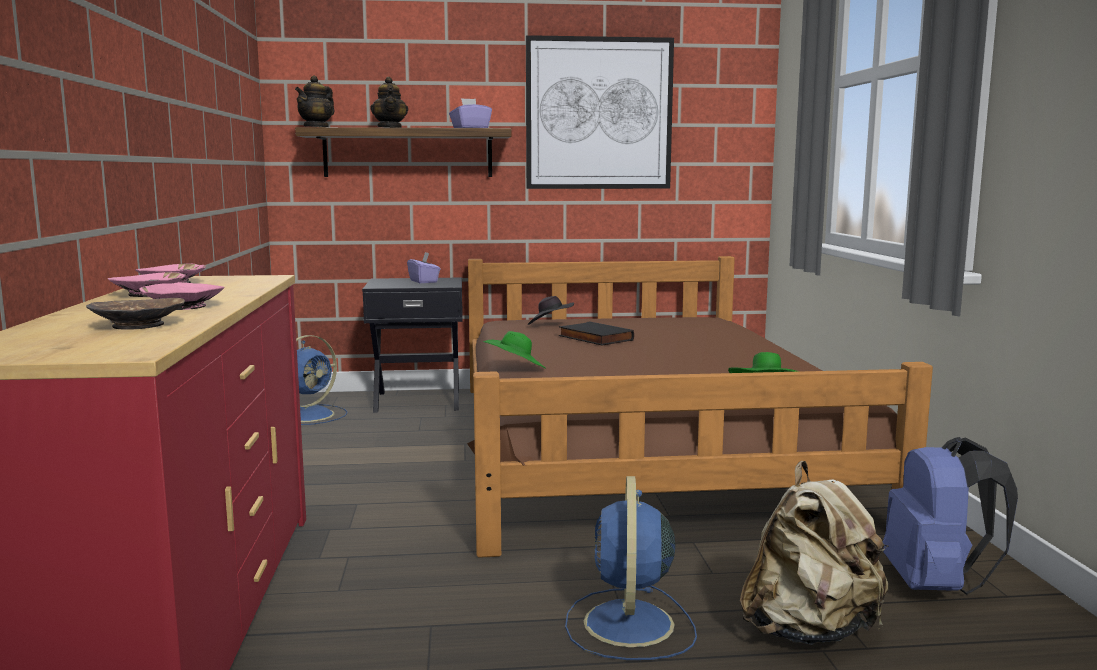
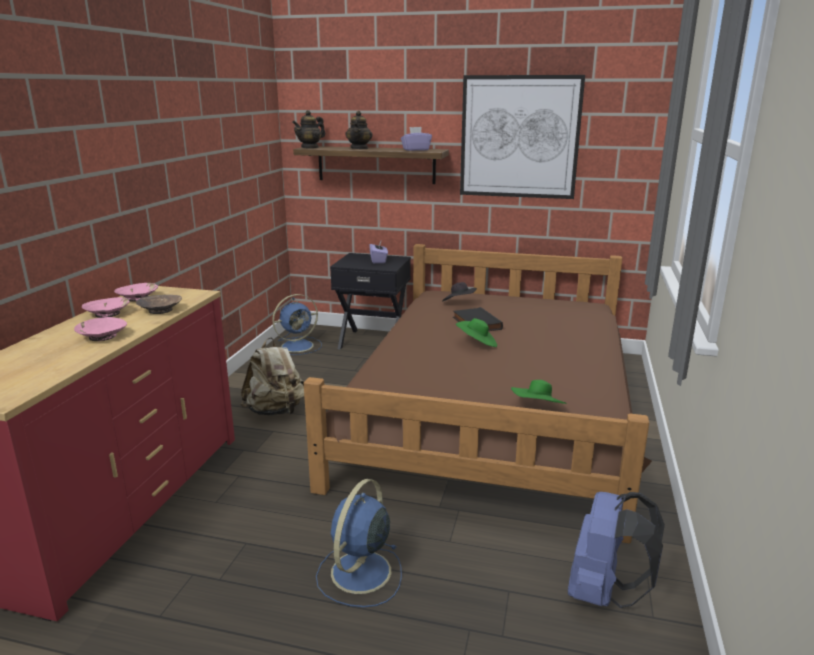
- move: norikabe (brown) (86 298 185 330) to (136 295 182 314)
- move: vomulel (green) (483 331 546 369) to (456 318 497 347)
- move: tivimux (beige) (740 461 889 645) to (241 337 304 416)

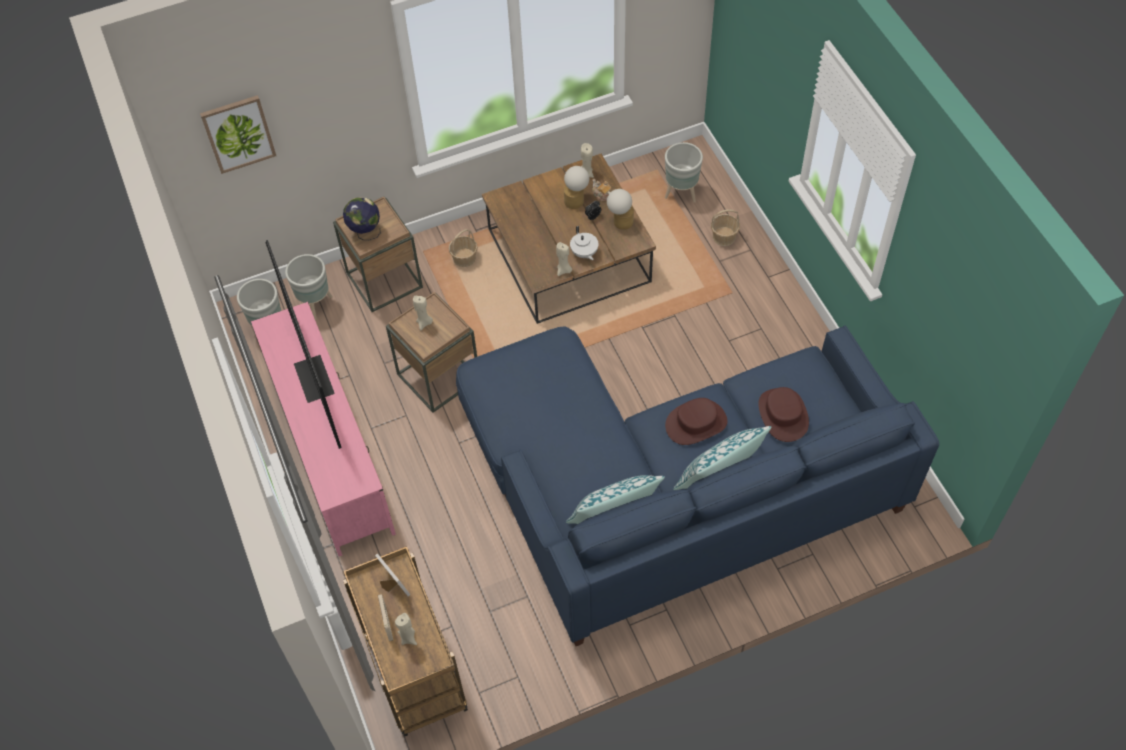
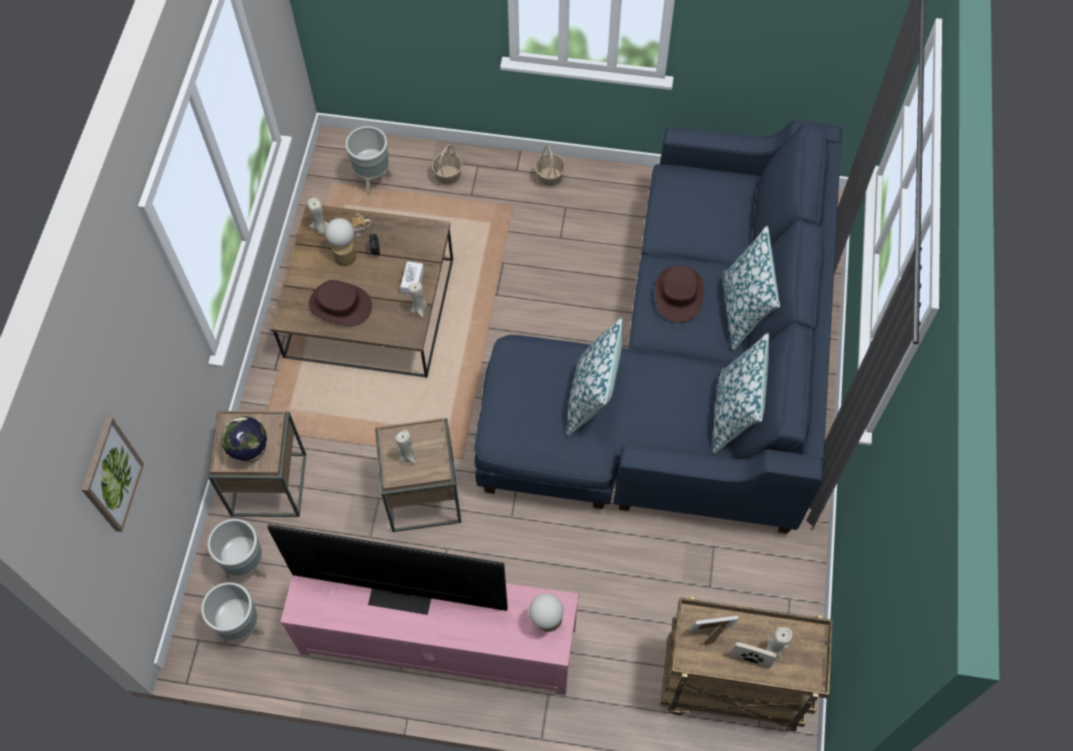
- move: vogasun (607 189 634 230) to (529 593 563 632)
- replace: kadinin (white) (570 226 598 260) to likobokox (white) (400 261 424 295)
- move: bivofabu (449 229 478 267) to (535 145 566 188)
- move: vomulel (brown) (758 387 809 442) to (309 280 372 326)
- insert: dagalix (567 317 623 436)

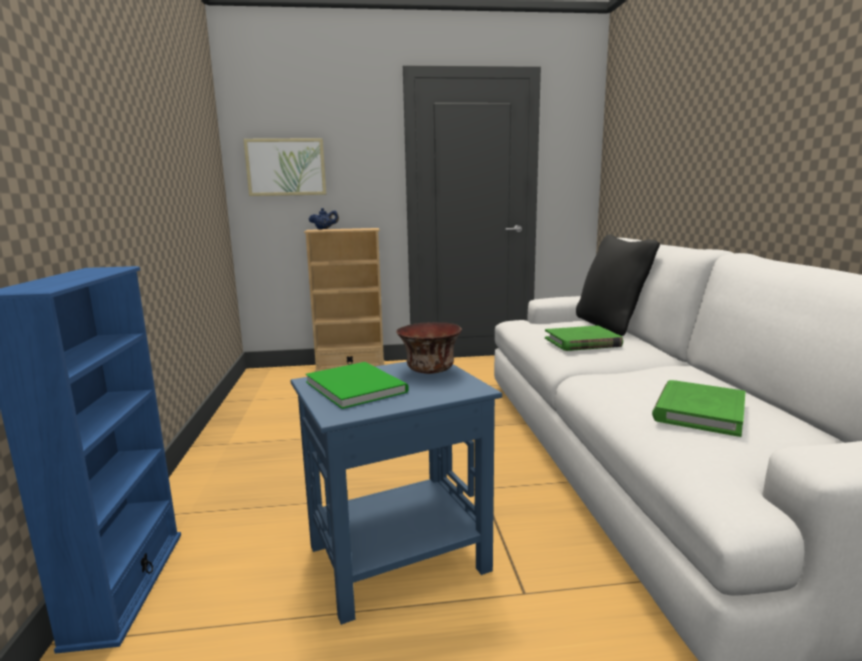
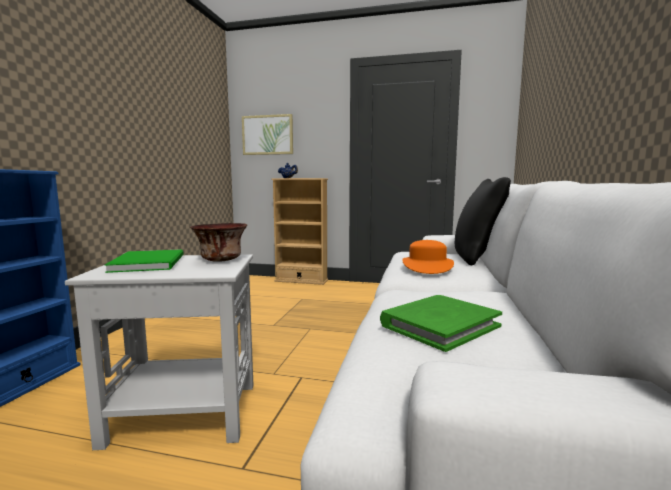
- replace: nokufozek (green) (545 326 623 351) to vomulel (orange) (402 240 454 274)
- recolor: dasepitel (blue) (291 362 502 625) to dasepitel (white) (65 254 253 450)

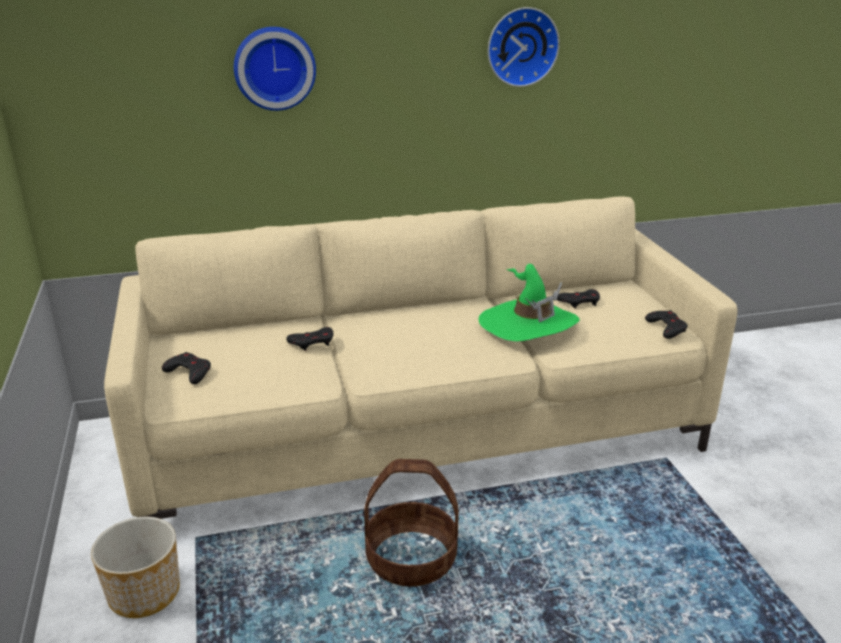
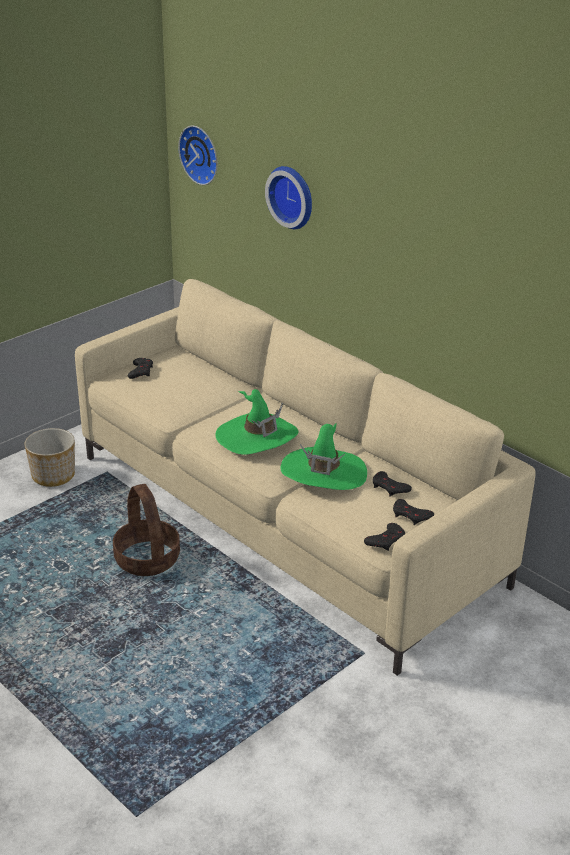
- move: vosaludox (488 7 560 87) to (178 126 217 185)
- move: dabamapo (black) (286 327 333 351) to (393 499 434 525)
- insert: vomulel (green) (215 389 298 455)

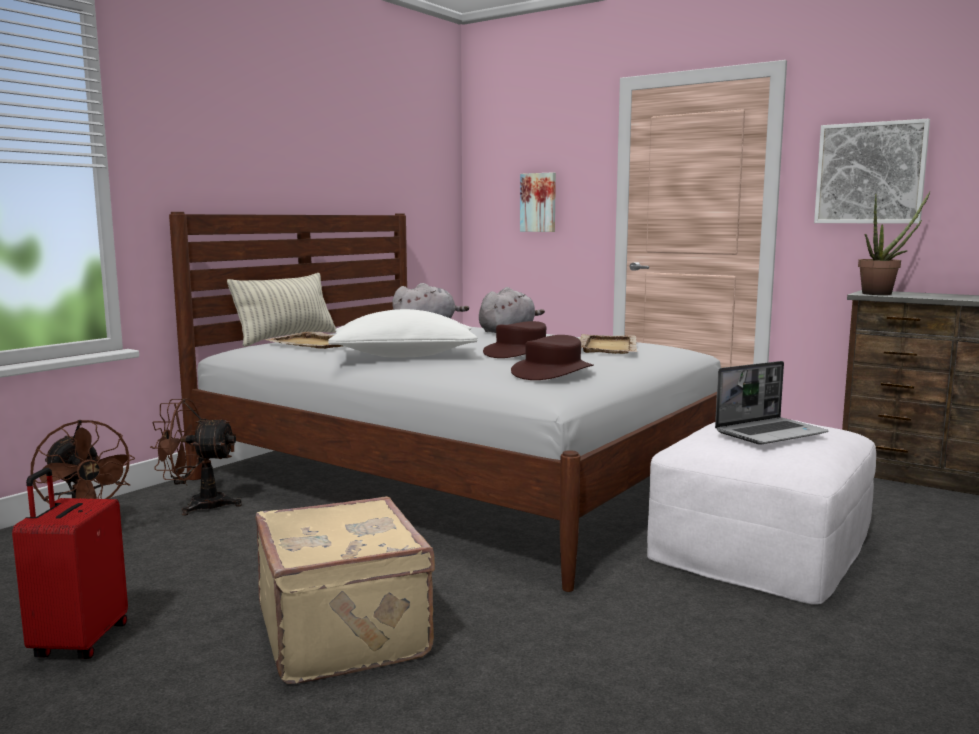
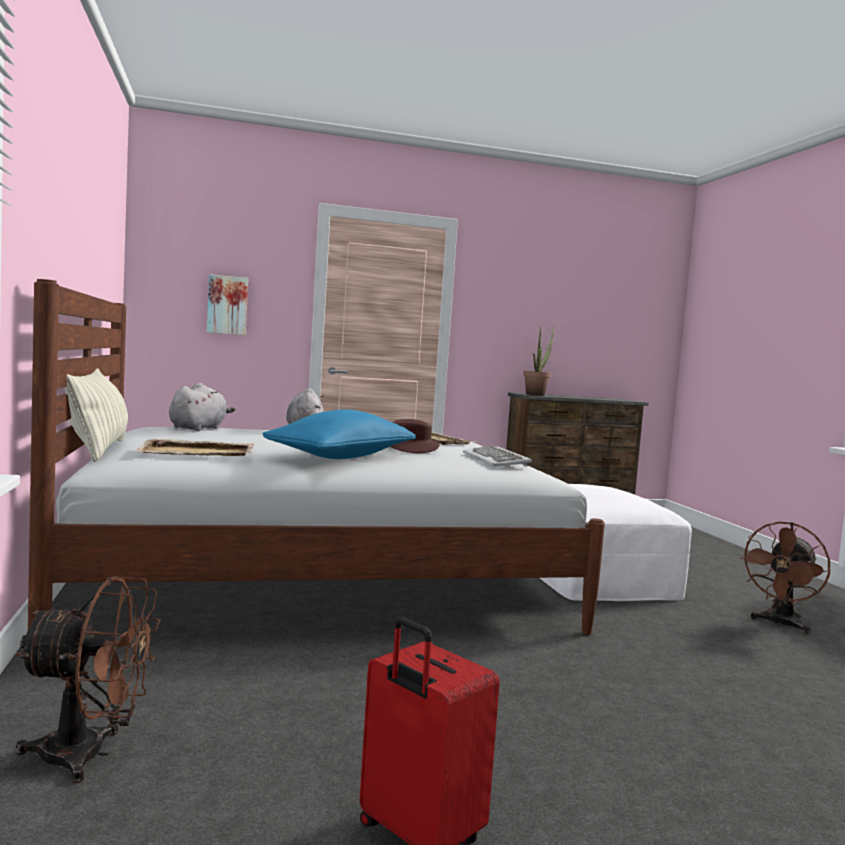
- delete: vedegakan (814 119 930 224)
- recolor: dagalix (white) (328 309 478 358) to dagalix (blue) (262 409 416 459)
- replace: vomulel (brown) (511 335 593 380) to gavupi (463 445 532 467)
- delete: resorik (715 361 829 445)
- move: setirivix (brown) (150 398 242 516) to (740 522 830 634)
- delete: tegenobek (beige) (255 496 435 684)

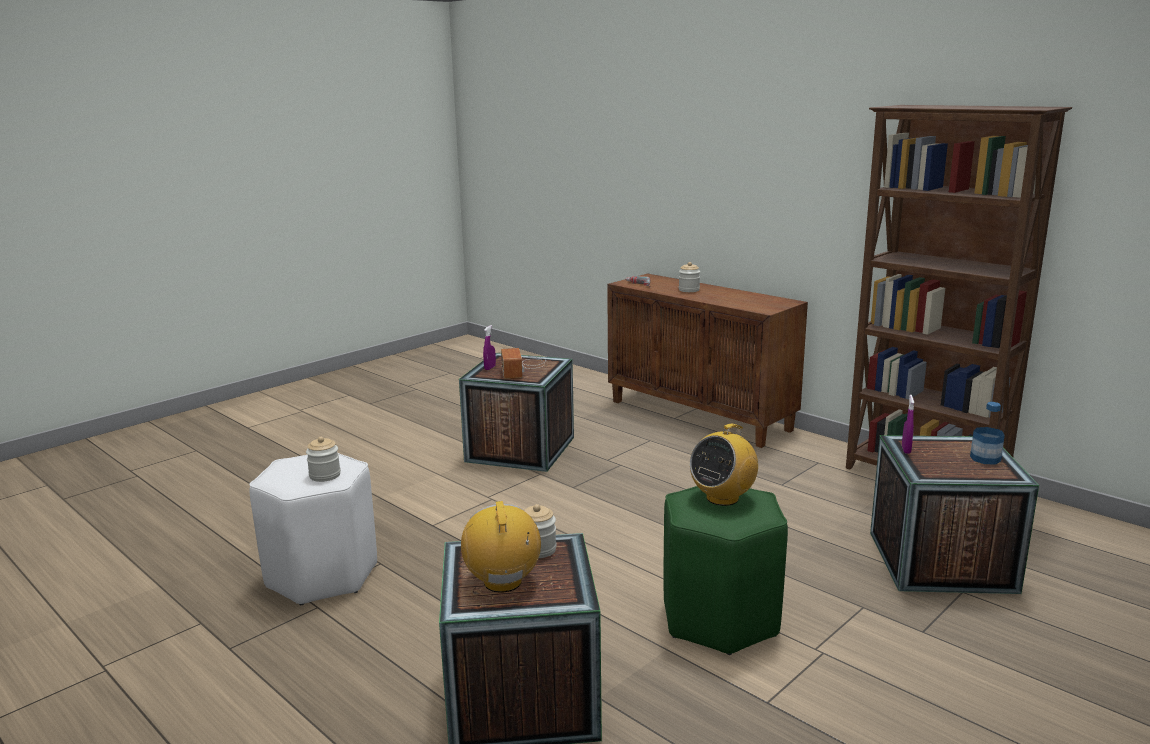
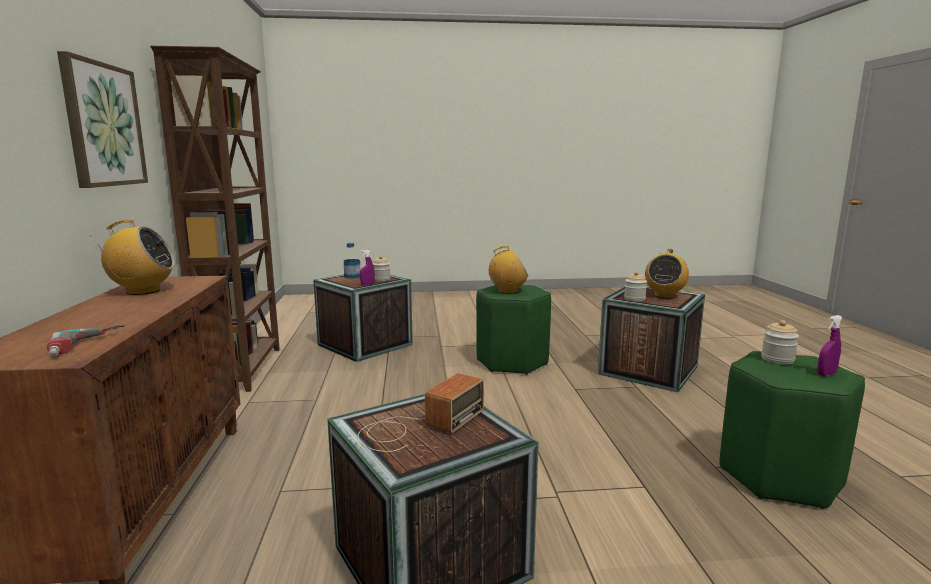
- move: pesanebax (679 262 700 292) to (373 256 391 281)
- move: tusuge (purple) (483 325 496 370) to (817 315 842 376)
- recolor: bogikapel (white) (249 452 377 605) to bogikapel (green) (719 351 865 509)
- insert: vedegakan (57 51 148 188)
- insert: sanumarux (91 220 175 295)

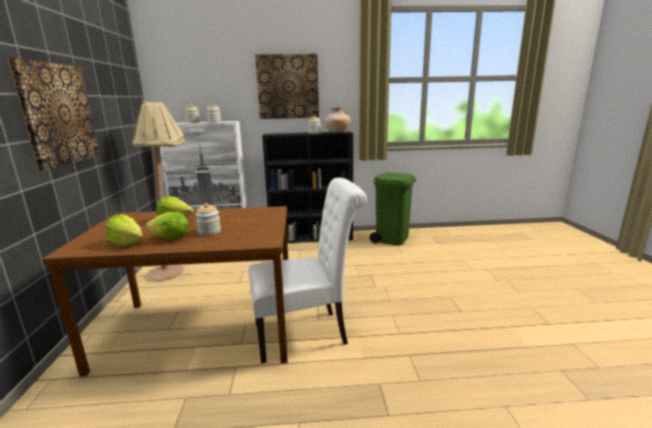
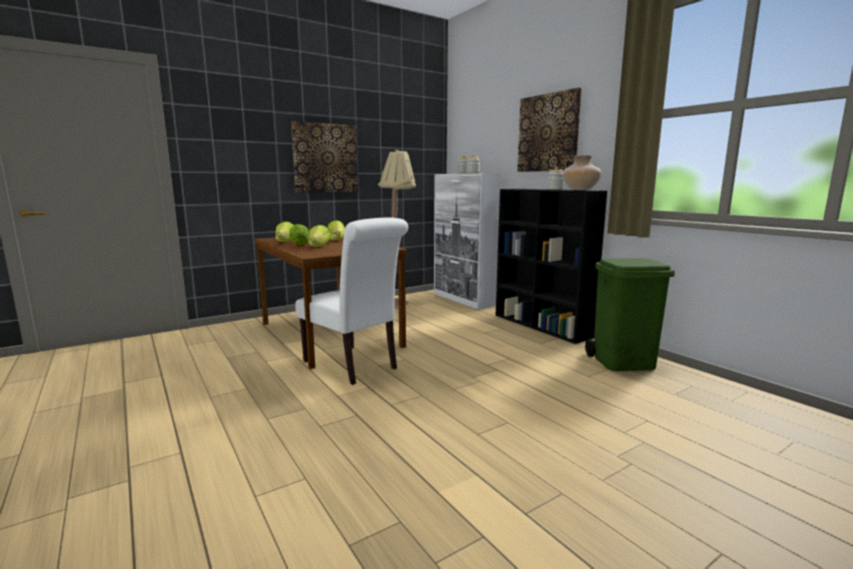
- replace: pesanebax (195 203 221 236) to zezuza (309 225 330 247)

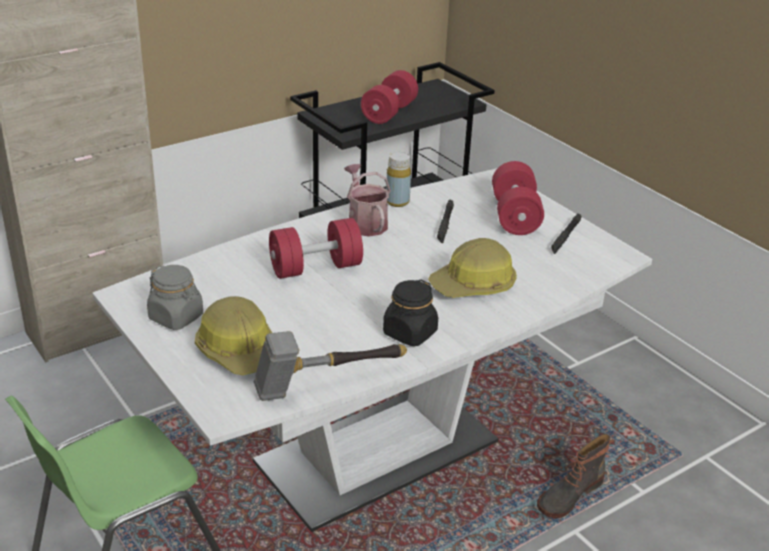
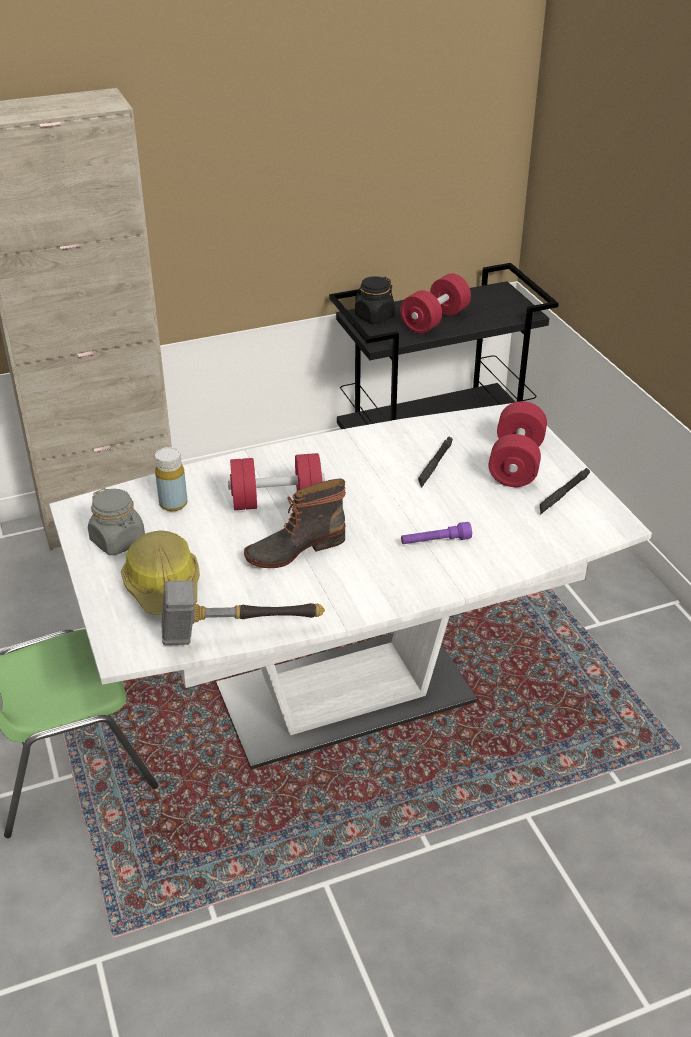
- move: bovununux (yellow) (386 151 411 207) to (155 447 187 511)
- delete: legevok (344 164 391 237)
- replace: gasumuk (428 238 517 298) to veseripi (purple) (401 522 472 544)
- move: pesanebax (black) (383 279 438 346) to (355 276 395 324)
- move: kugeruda (537 434 610 518) to (244 479 346 568)

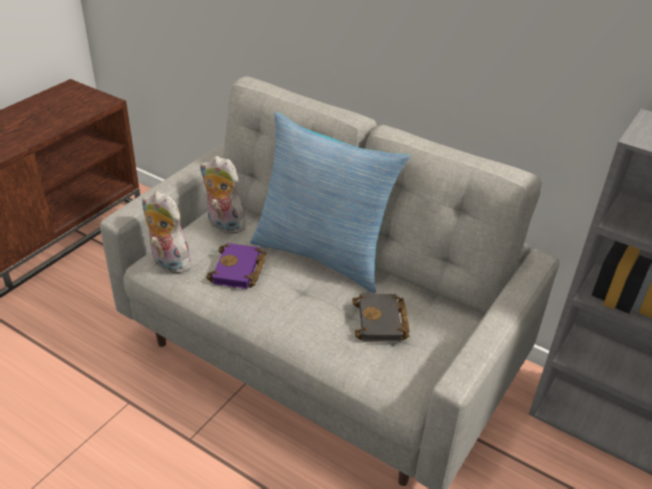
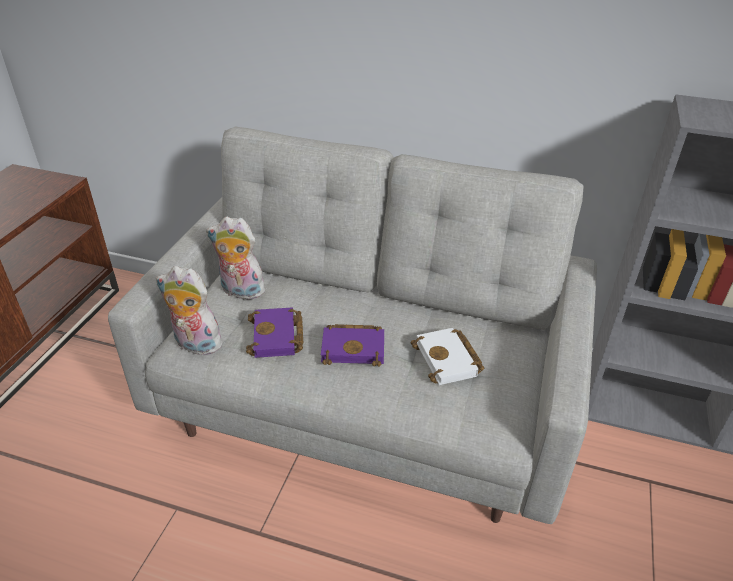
- delete: dagalix (250 112 410 293)
- recolor: nokufozek (black) (352 294 410 342) to nokufozek (white) (410 328 484 385)
- insert: nokufozek (purple) (321 324 384 366)

